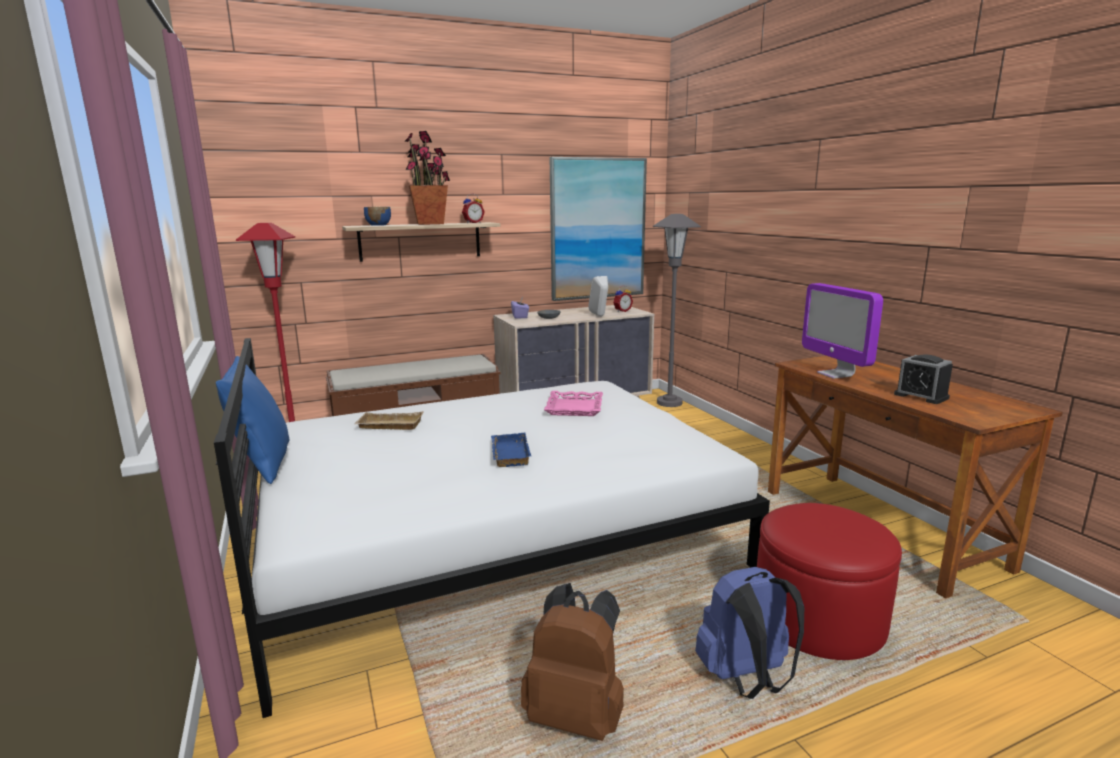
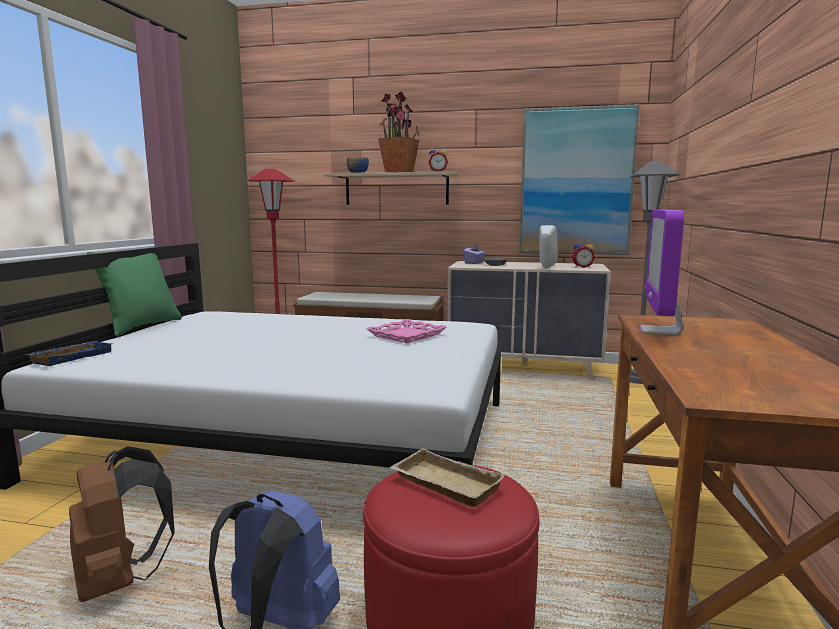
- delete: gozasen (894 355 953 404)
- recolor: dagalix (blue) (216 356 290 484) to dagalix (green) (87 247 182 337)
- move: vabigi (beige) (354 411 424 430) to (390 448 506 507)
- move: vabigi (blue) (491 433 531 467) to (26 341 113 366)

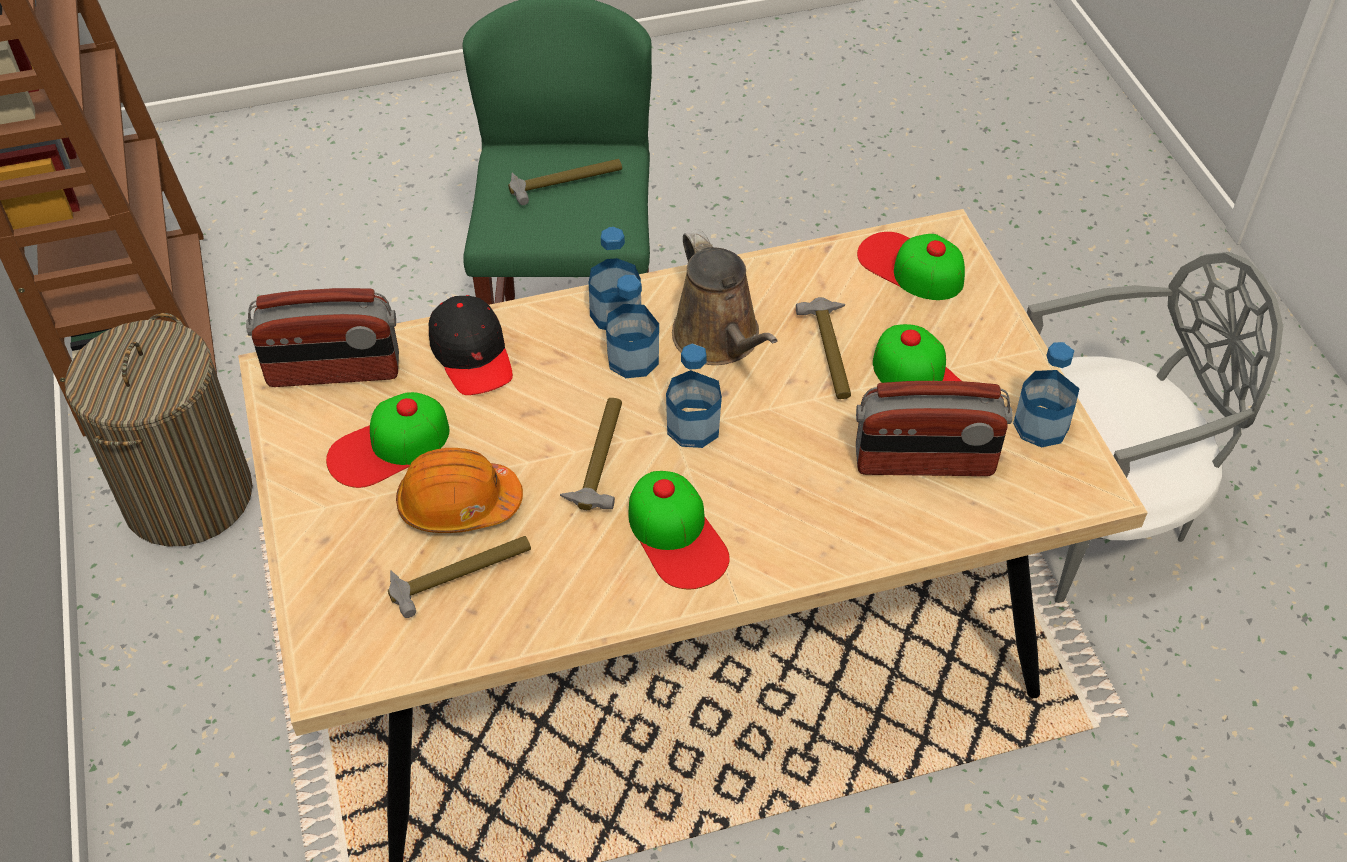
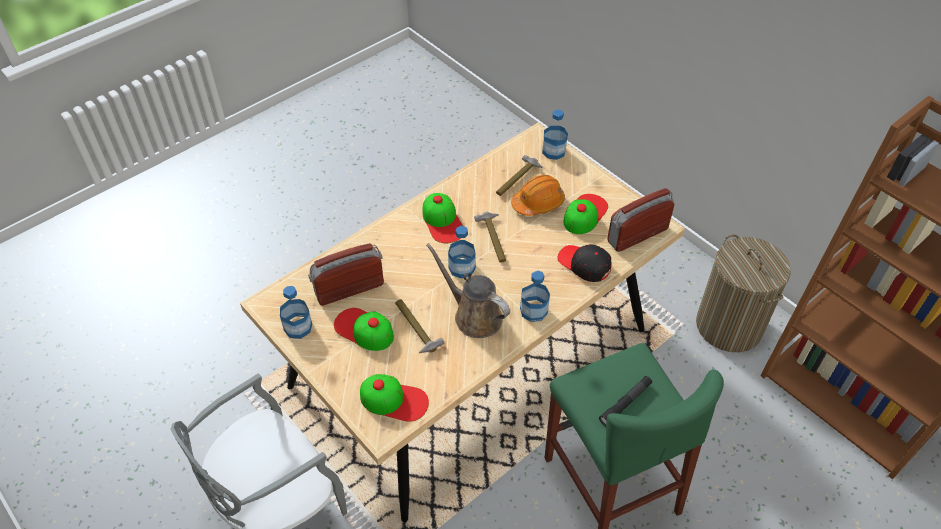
- replace: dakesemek (508 159 622 205) to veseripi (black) (599 376 652 426)
- move: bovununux (606 275 659 378) to (542 110 568 160)
- rotate: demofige (629 471 730 589) = (423 193 463 243) 150 degrees counterclockwise

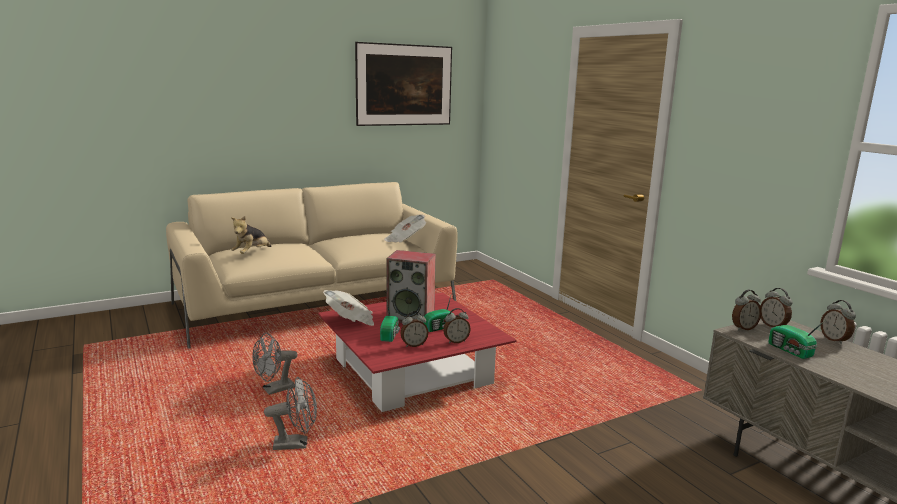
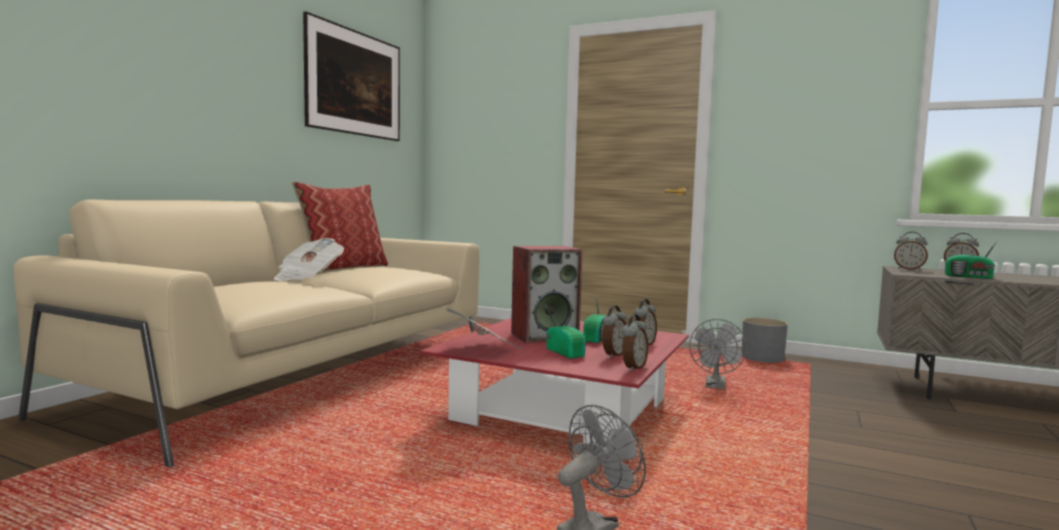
- move: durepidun (384 214 426 243) to (274 238 344 281)
- delete: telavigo (231 216 271 254)
- move: gozasen (732 290 762 331) to (622 314 648 371)
- move: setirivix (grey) (253 333 297 395) to (689 319 747 389)
- insert: dagalix (292 182 388 271)
- insert: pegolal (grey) (742 318 788 363)

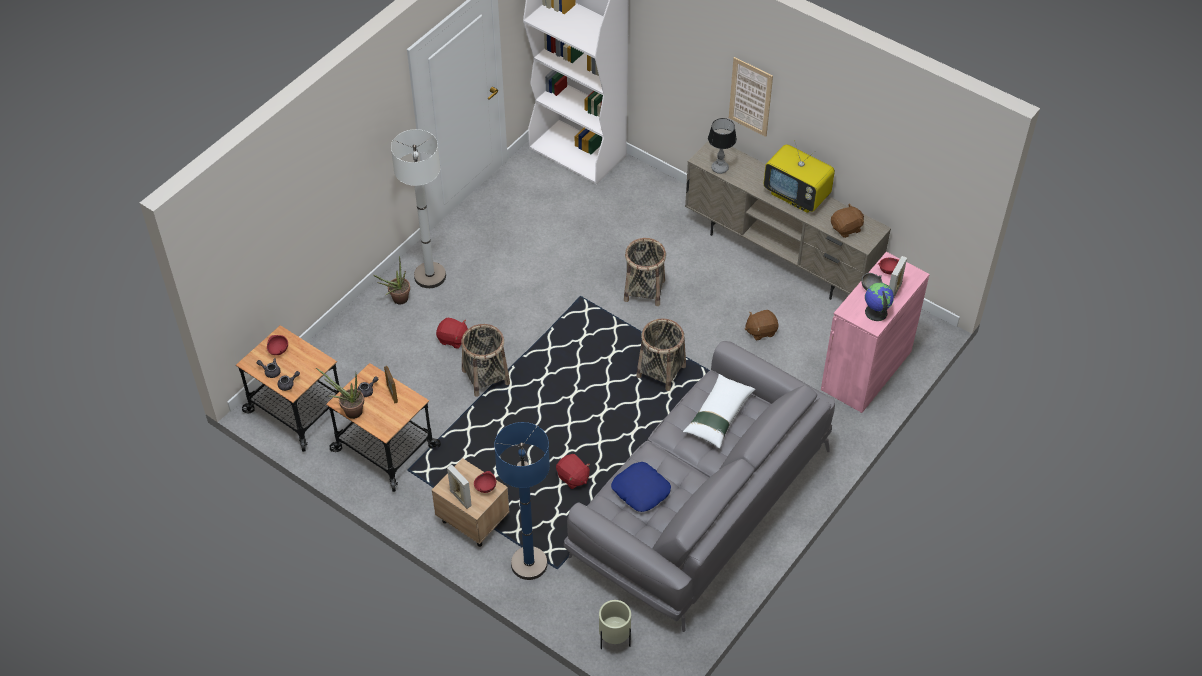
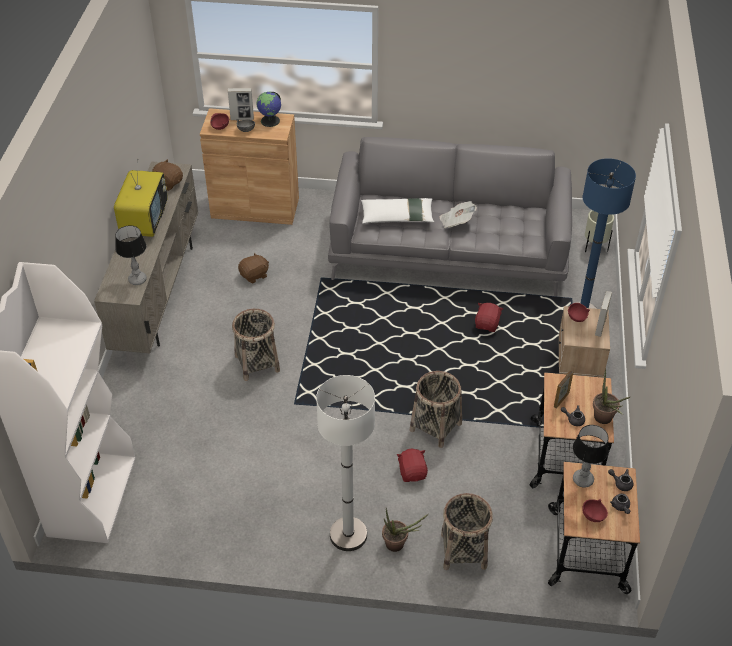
- delete: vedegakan (729 57 773 137)
- recolor: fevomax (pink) (821 252 930 413) to fevomax (brown) (200 108 299 225)
- rotate: telavigo (brown) (745 310 779 341) = (238 252 269 283) 75 degrees counterclockwise
- move: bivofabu (636 318 686 391) to (441 493 493 570)
- delete: dagalix (blue) (611 462 671 512)
- insert: durepidun (439 201 477 228)
- insert: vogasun (573 425 609 488)

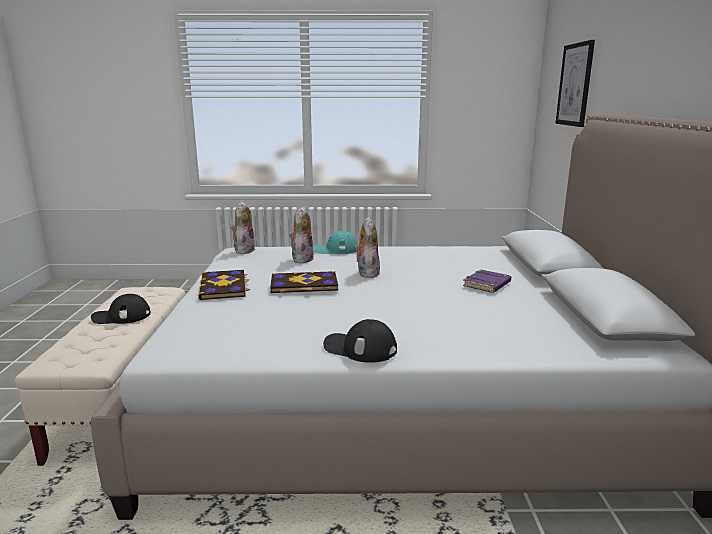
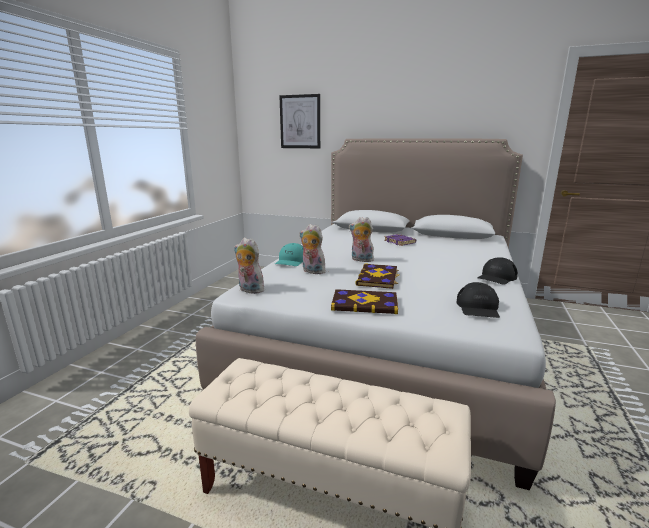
- move: demofige (black) (91 294 151 324) to (457 282 500 318)

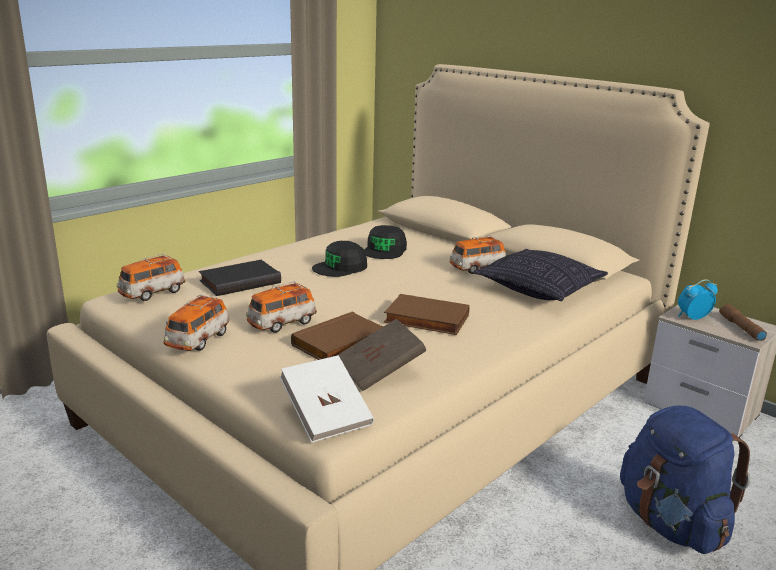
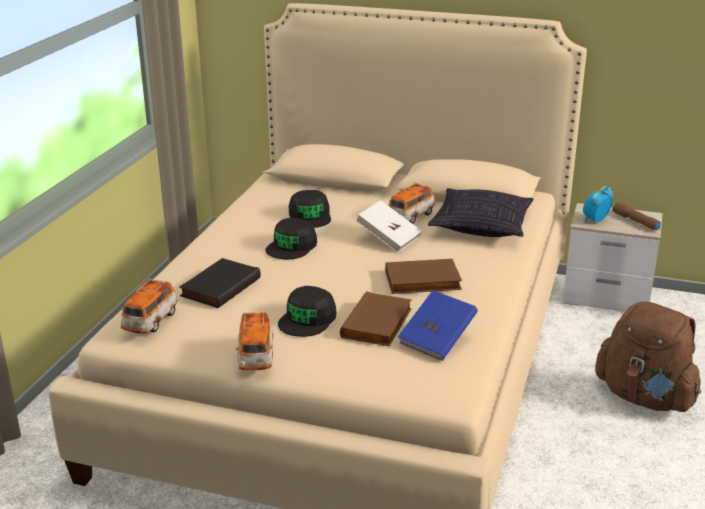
- replace: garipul (246 281 317 333) to demofige (black) (278 286 337 337)
- recolor: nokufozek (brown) (337 319 426 391) to nokufozek (blue) (398 290 478 361)
- move: nokufozek (white) (279 355 374 443) to (355 200 422 253)
- recolor: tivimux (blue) (620 406 750 554) to tivimux (brown) (595 301 701 412)

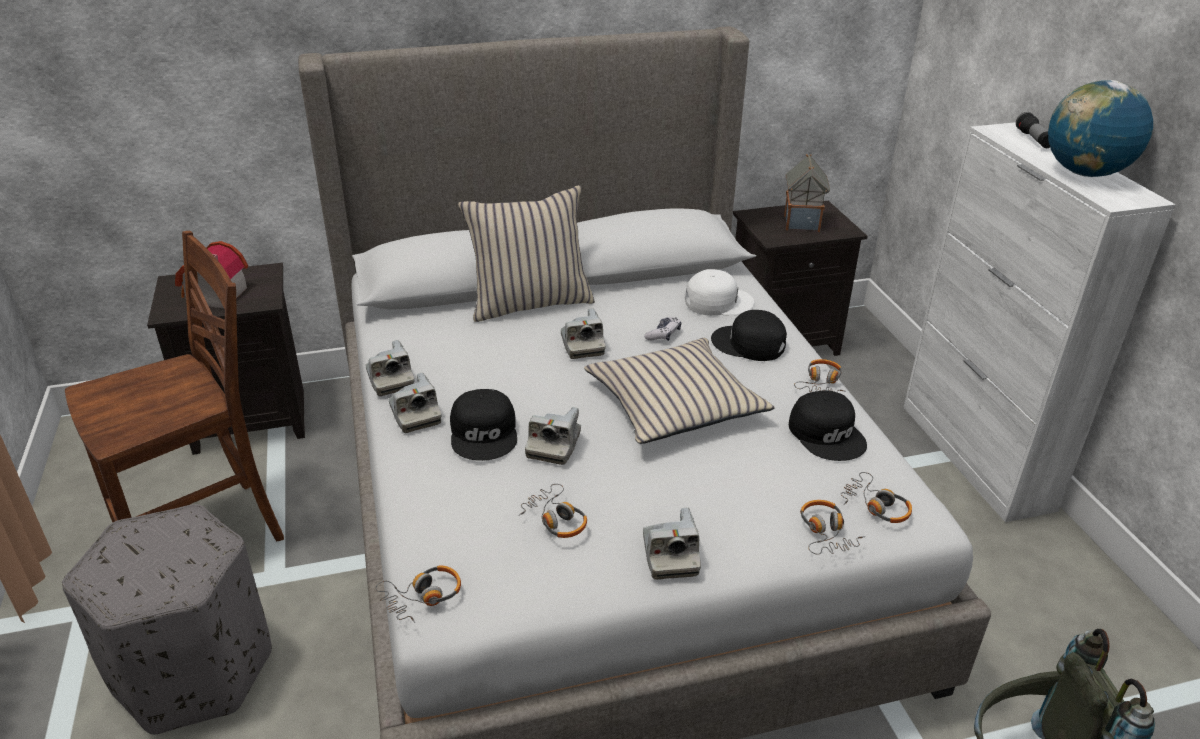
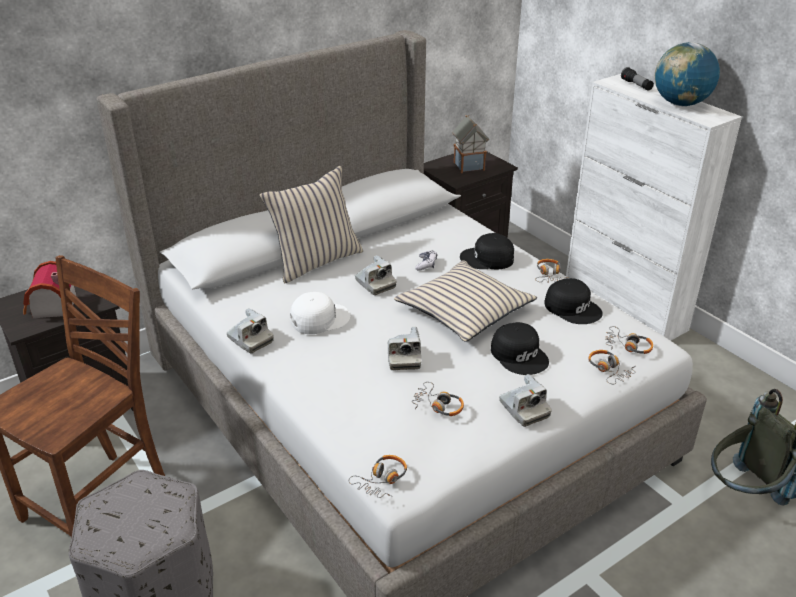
- move: demofige (white) (685 269 755 316) to (290 292 350 334)
- delete: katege (389 373 442 433)
- move: demofige (black) (450 389 517 461) to (491 322 549 375)

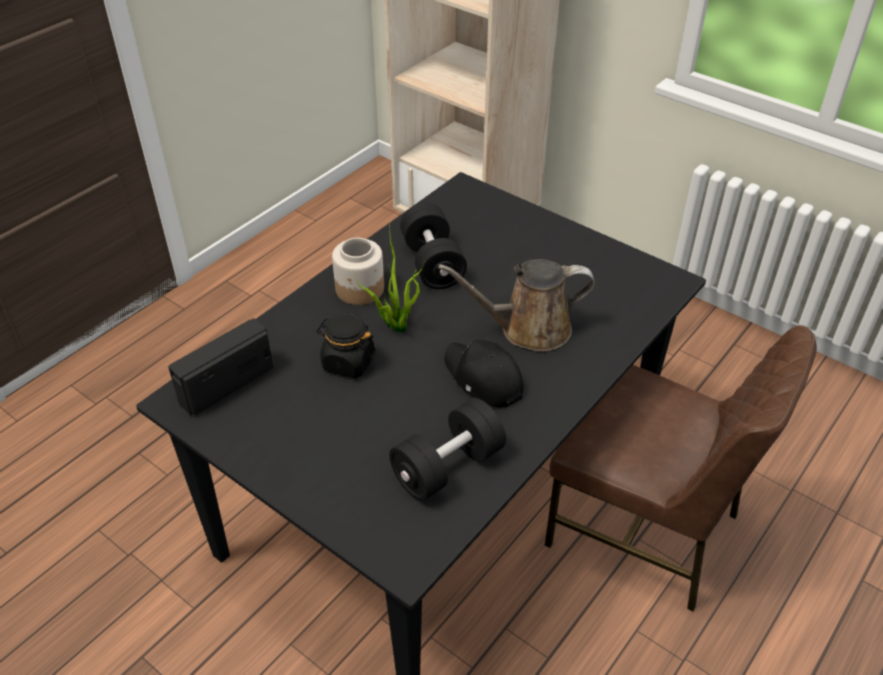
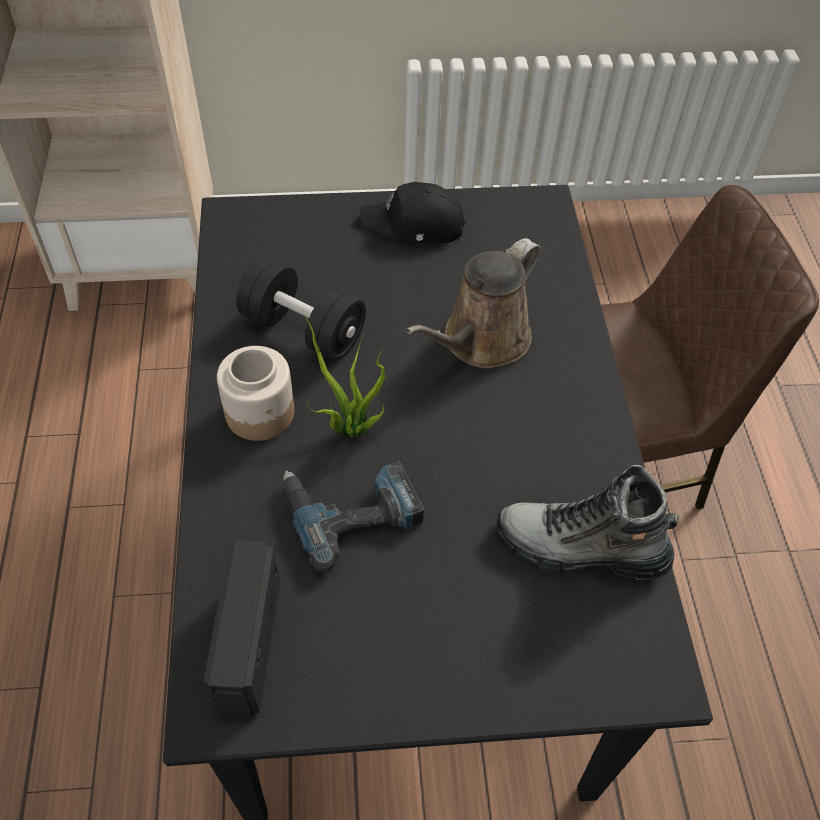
- replace: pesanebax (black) (316 313 376 378) to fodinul (283 461 424 572)
- move: demofige (black) (445 340 524 407) to (360 182 466 244)
- replace: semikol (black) (389 398 506 501) to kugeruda (497 465 679 580)

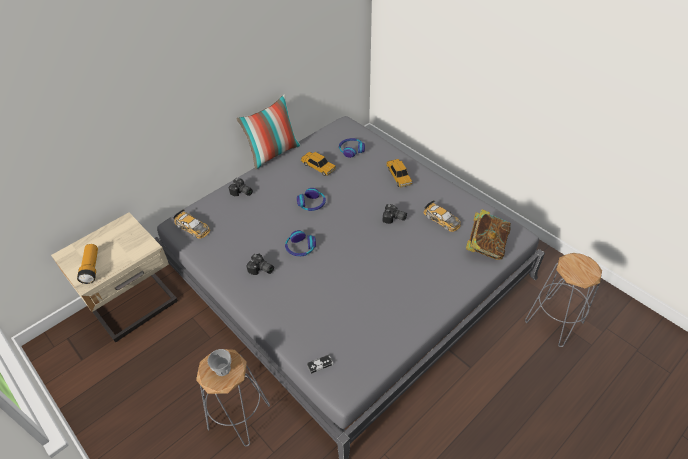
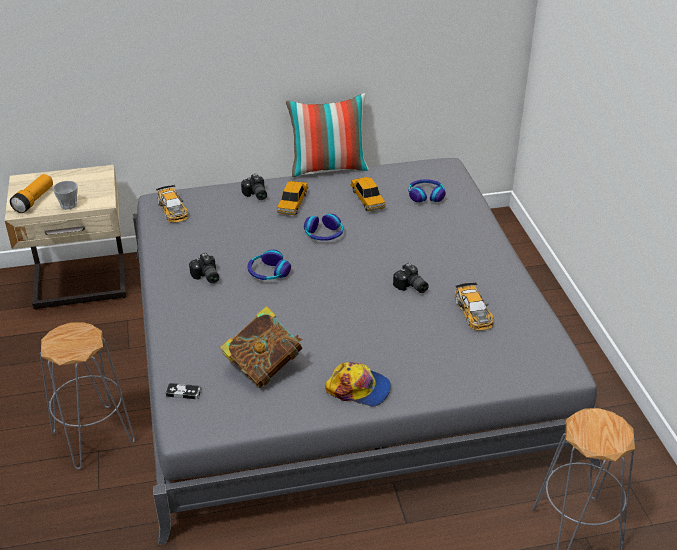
- move: garipul (386 159 412 188) to (277 181 309 215)
- move: nokufozek (466 209 511 260) to (220 306 303 388)
- move: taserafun (207 349 231 376) to (53 181 78 209)
- insert: demofige (325 362 391 406)

